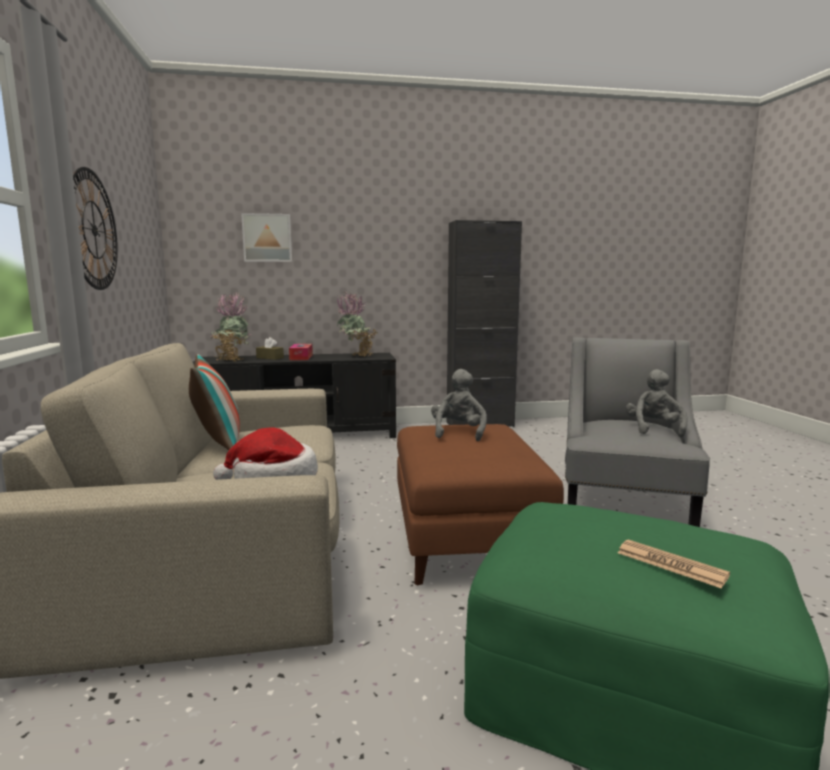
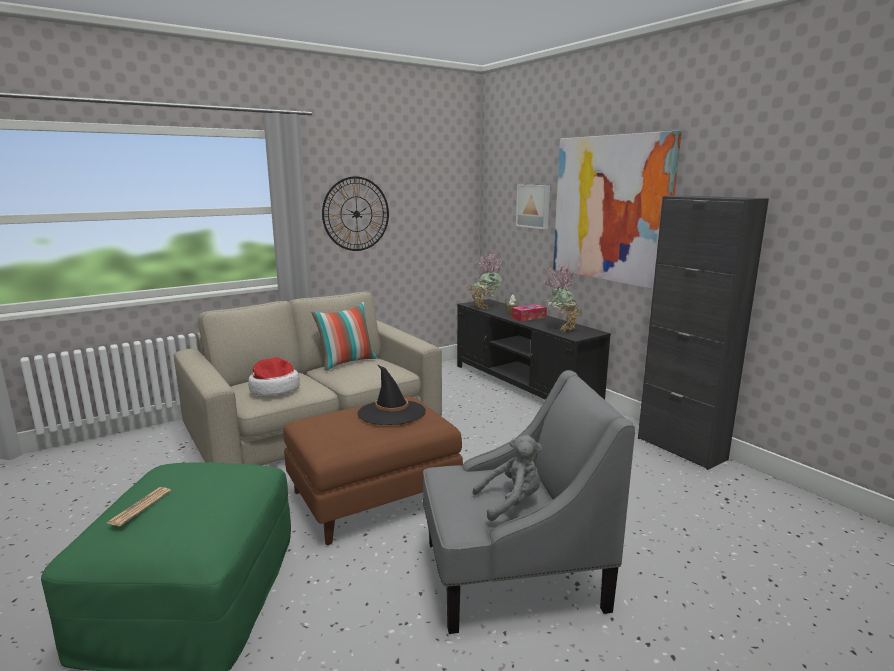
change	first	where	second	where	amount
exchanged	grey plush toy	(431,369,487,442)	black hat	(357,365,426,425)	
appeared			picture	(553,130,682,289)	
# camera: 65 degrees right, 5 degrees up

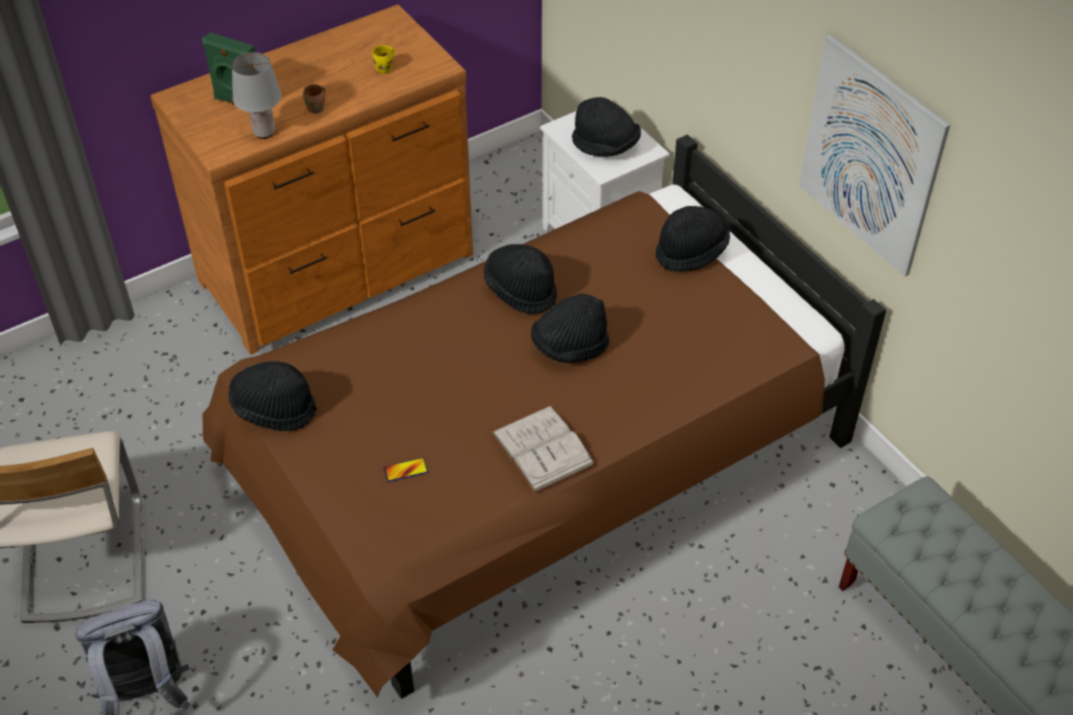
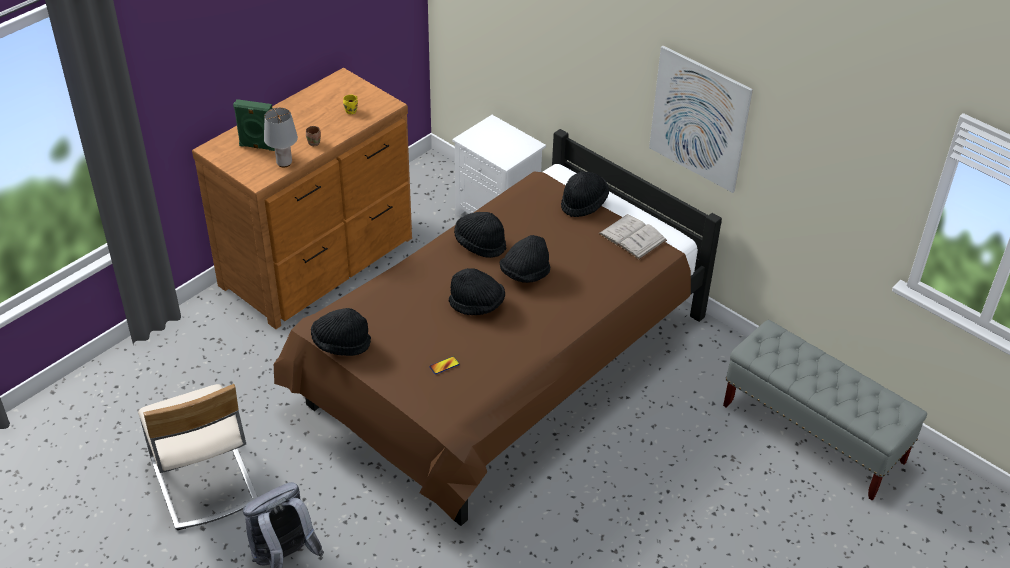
change	first	where	second	where	amount
relocated	black hat	(572,97,641,157)		(449,268,505,315)	
relocated	white book	(491,406,595,493)		(598,214,667,260)	
# camera: 15 degrees left, 5 degrees down

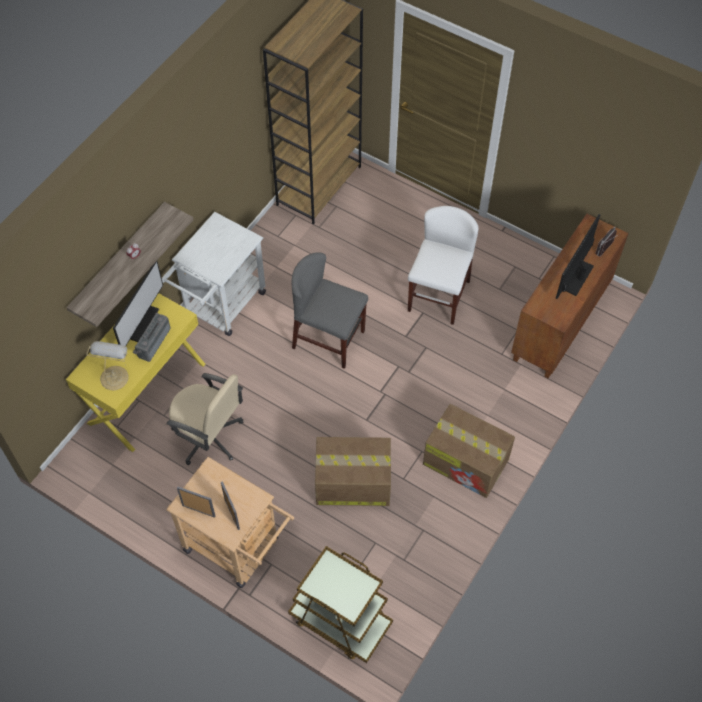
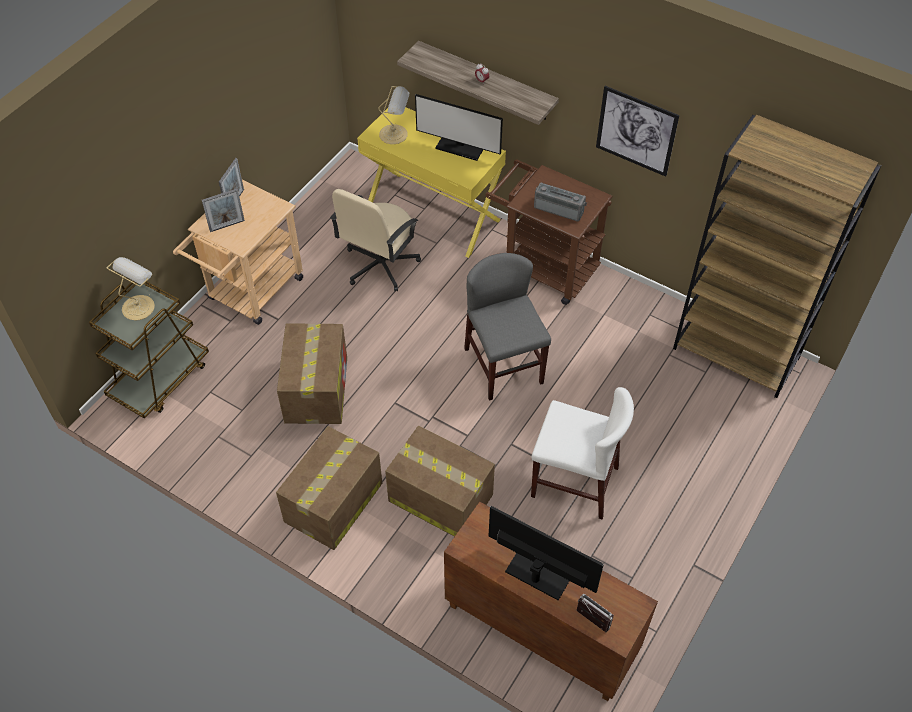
change	first	where	second	where	amount
appeared			table lamp	(107,257,155,321)	
appeared			cardboard box	(385,426,495,537)	
spun	grey chair	(292,252,368,369)		(464,253,551,401)	45 degrees counterclockwise
colour	white cart	(162,212,266,336)	brown cart	(485,159,613,305)	
relocated	radio	(133,313,171,362)		(534,182,587,221)	
appeared			picture	(596,86,679,177)	
# camera: 90 degrees right, 5 degrees down

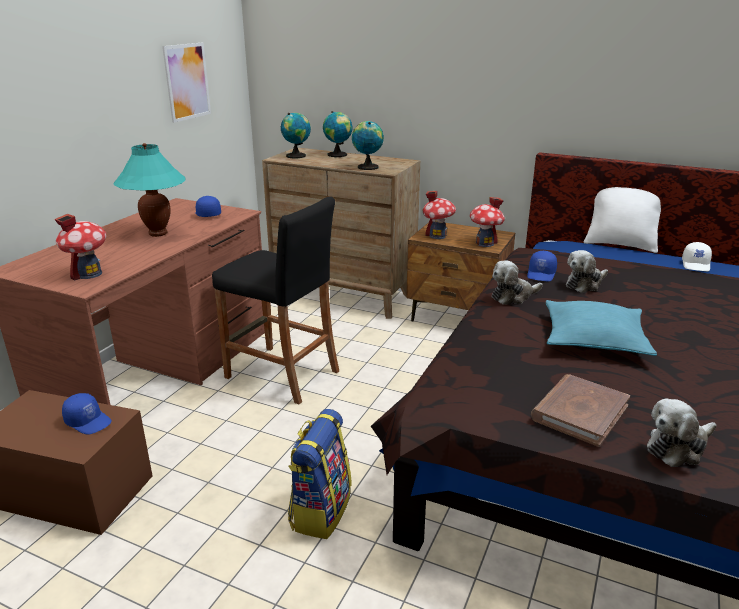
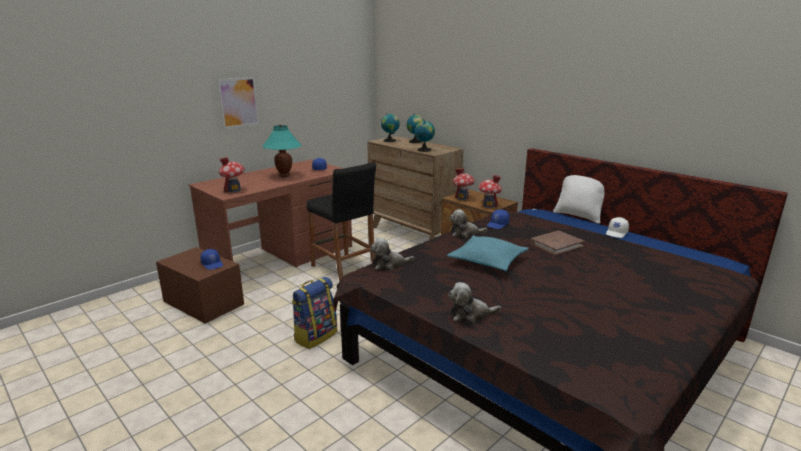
change	first	where	second	where	amount
relocated	picture	(162,43,211,123)		(217,77,259,129)	
relocated	plush toy	(566,250,608,293)		(370,238,414,270)	
relocated	brown book	(531,374,630,447)		(530,231,584,256)	
# camera: 20 degrees right, 5 degrees down

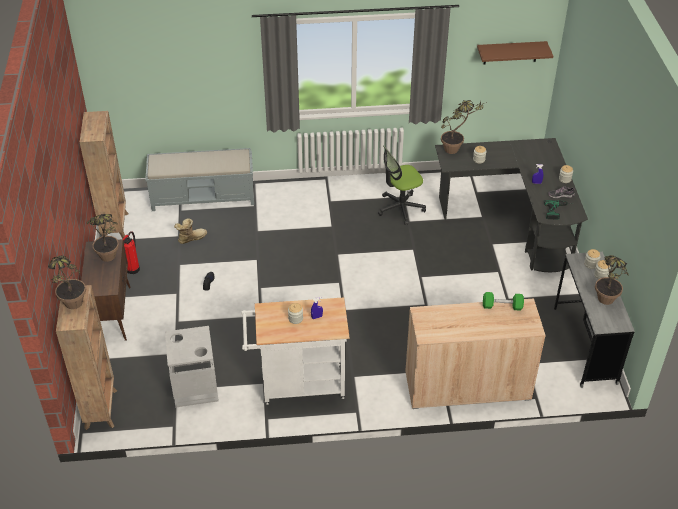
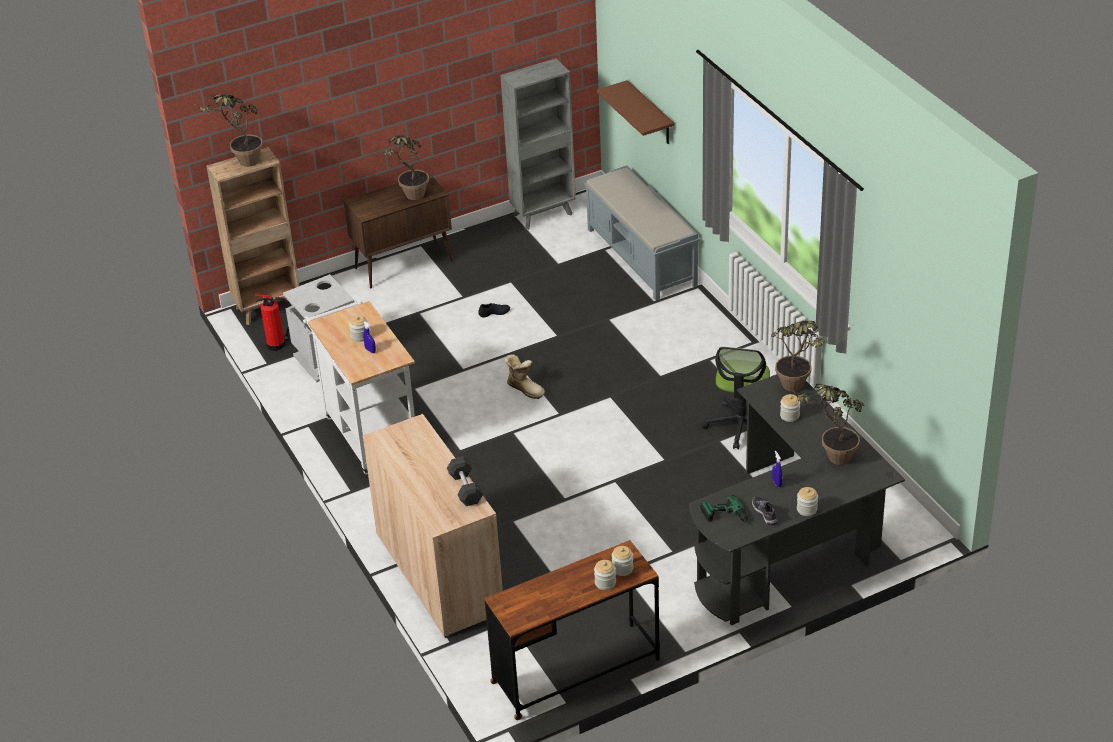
change	first	where	second	where	amount
relocated	fire extinguisher	(123,231,140,274)		(254,294,291,351)	
colour	green dumbbell	(483,292,524,311)	grey dumbbell	(447,457,483,506)	
colour	grey desk	(554,252,635,388)	brown desk	(484,540,660,720)	
colour	brown bookcase	(80,111,128,239)	grey bookcase	(500,58,576,230)	
relocated	boot	(174,218,207,244)		(504,355,545,399)	
relocated	brown shelf	(477,41,553,64)		(597,80,674,144)	
spun	office chair	(378,145,426,225)		(701,347,770,449)	120 degrees counterclockwise
relocated	potted plant	(595,255,629,305)		(792,384,864,465)	
# camera: 70 degrees right, 5 degrees down

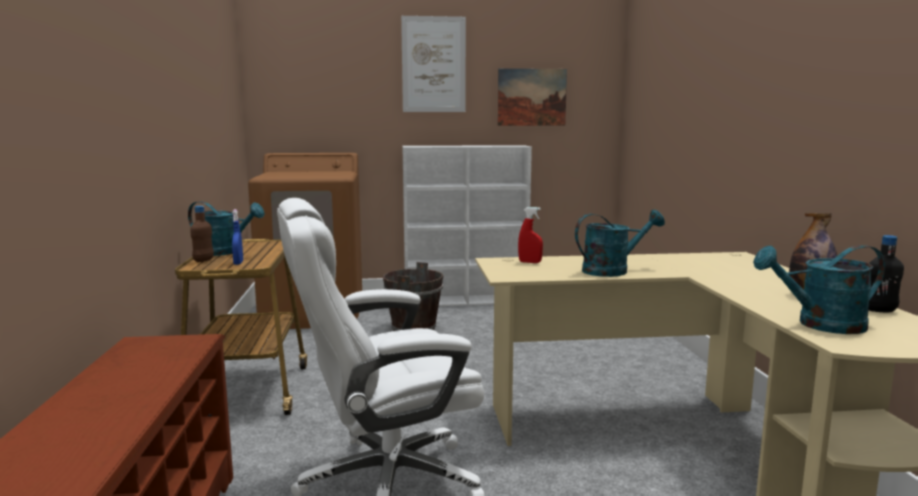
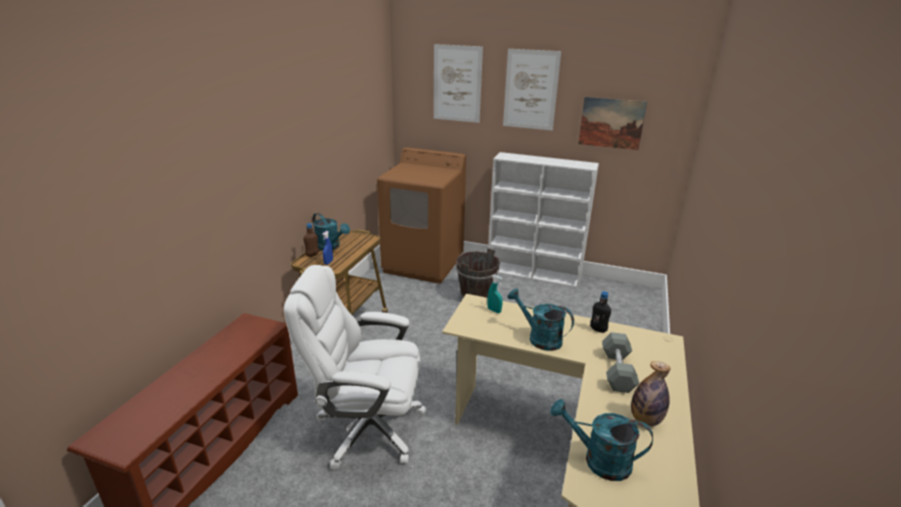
change	first	where	second	where	amount
appeared			picture	(434,44,483,123)	
colour	red spray bottle	(518,207,543,263)	turquoise spray bottle	(487,275,503,313)	
spun	turquoise watering can	(575,210,665,277)		(508,288,574,351)	150 degrees counterclockwise
relocated	black bottle	(868,235,904,312)		(590,291,611,333)	
appeared			grey dumbbell	(602,332,639,393)	
# camera: 25 degrees right, 15 degrees up

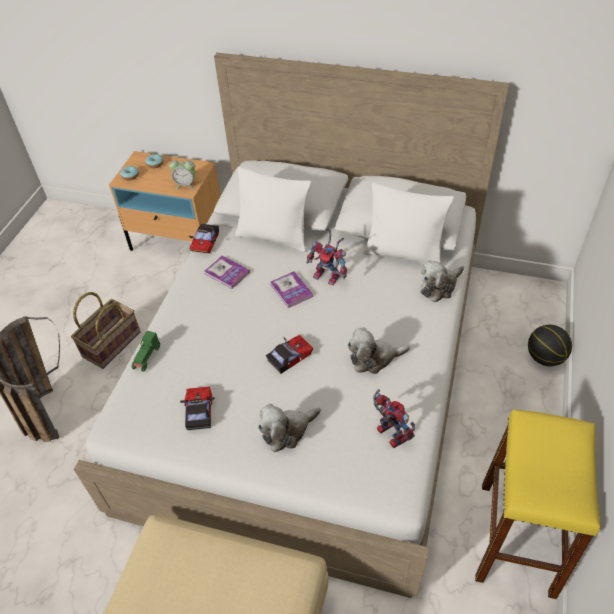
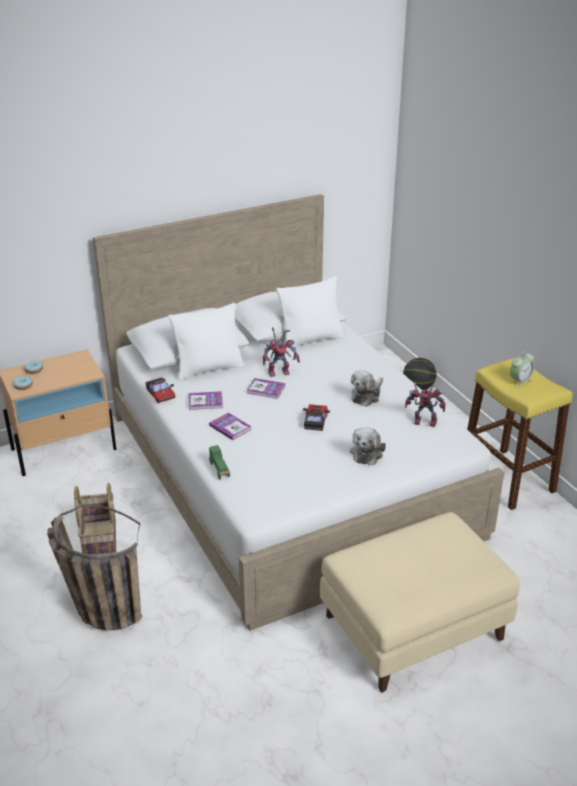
change	first	where	second	where	amount
appeared			book	(209,412,252,440)	
relocated	alarm clock	(169,157,196,189)		(510,351,534,388)	
missing	toy car	(180,386,214,430)			
missing	plush toy	(421,261,464,302)			
# camera: 45 degrees left, 15 degrees down

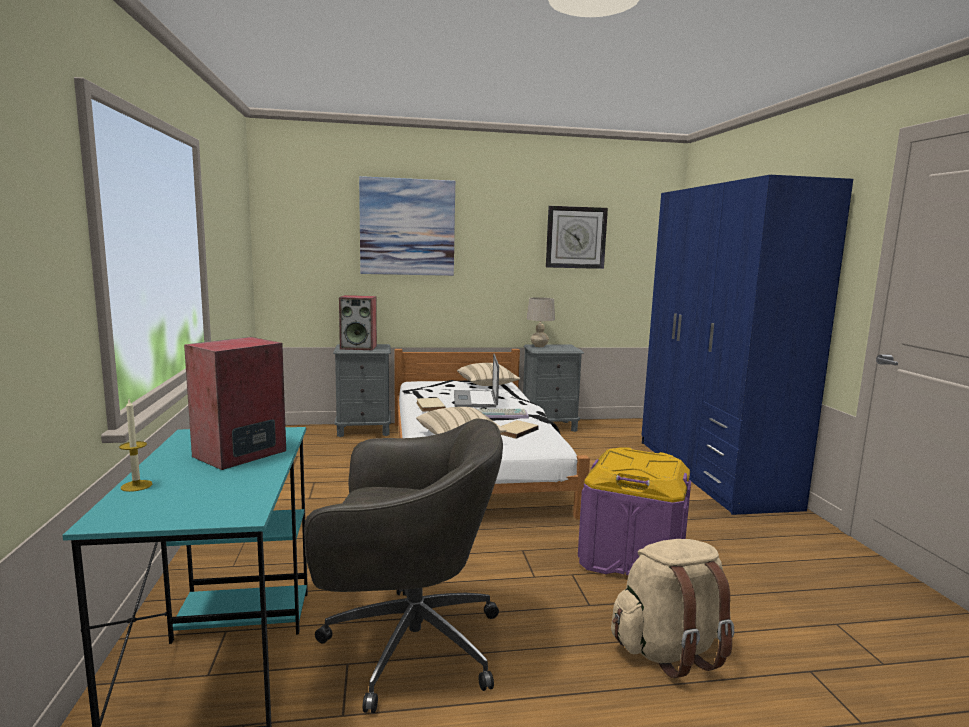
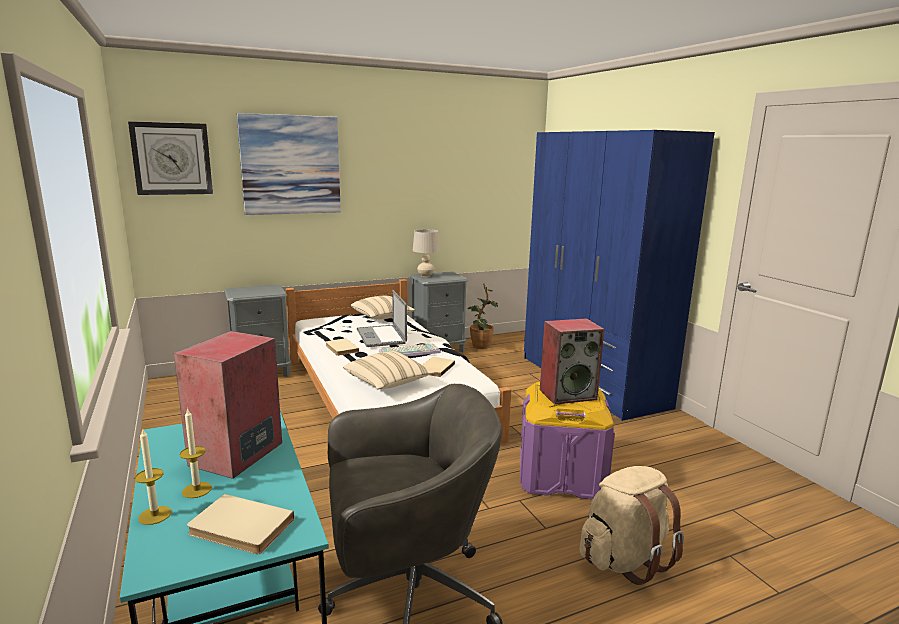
change	first	where	second	where	amount
relocated	wall clock	(546,206,608,269)		(128,121,213,195)	
appeared			candle	(179,408,212,498)	
appeared			beige book	(187,494,294,554)	
appeared			potted plant	(468,283,498,349)	
relocated	speaker	(339,295,377,350)		(540,318,604,405)	
# camera: 15 degrees left, 5 degrees up

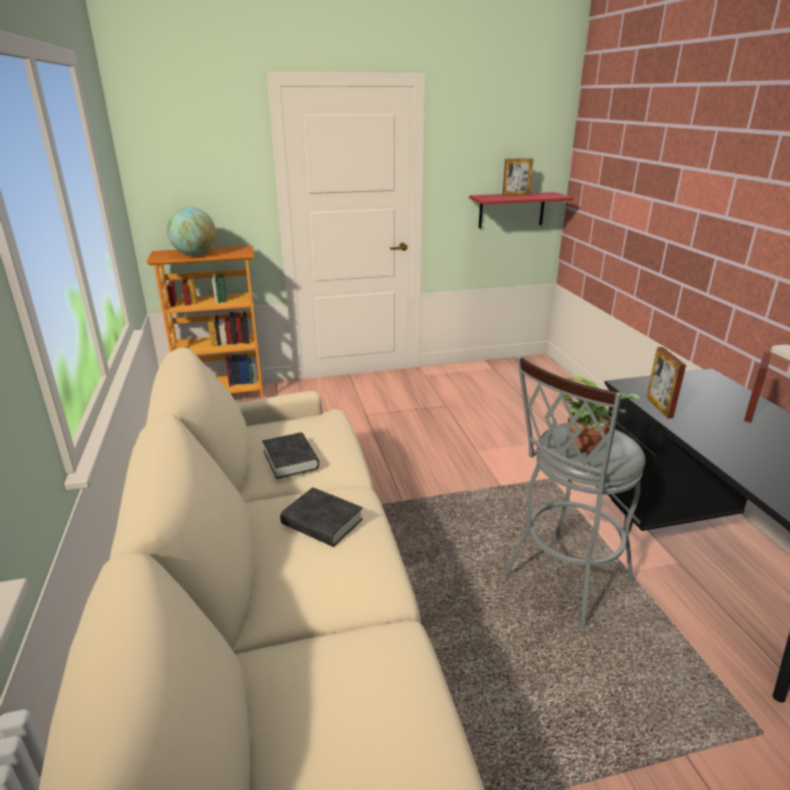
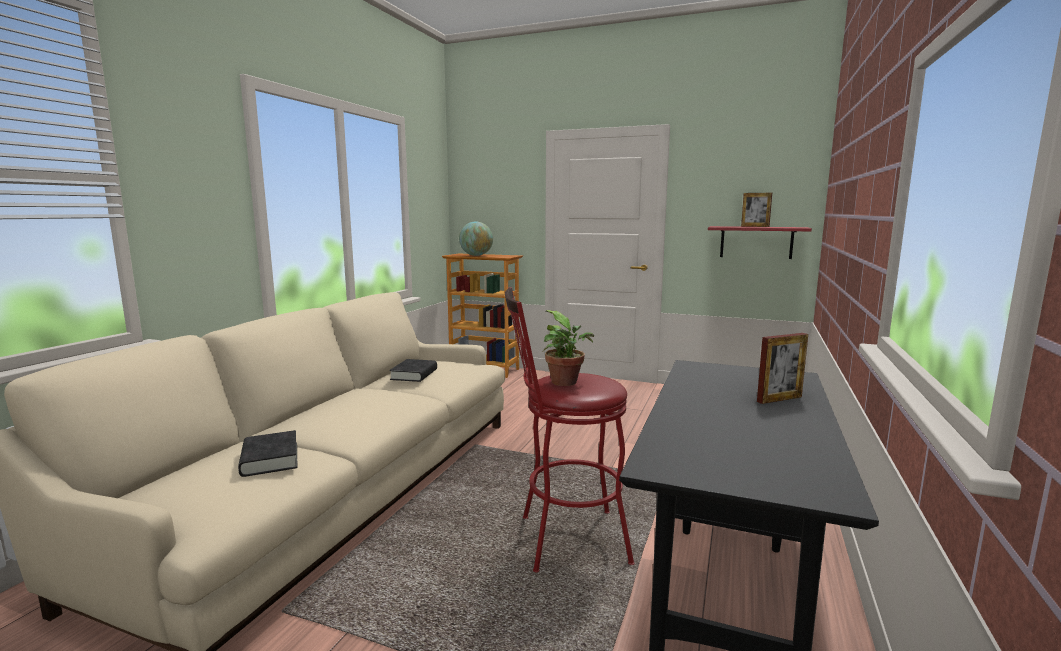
change	first	where	second	where	amount
relocated	black book	(280,487,363,547)		(238,430,297,477)	
colour	grey stool	(503,356,646,632)	red stool	(505,287,635,573)	
missing	picture frame	(646,347,686,418)			
# camera: 35 degrees right, 15 degrees down

